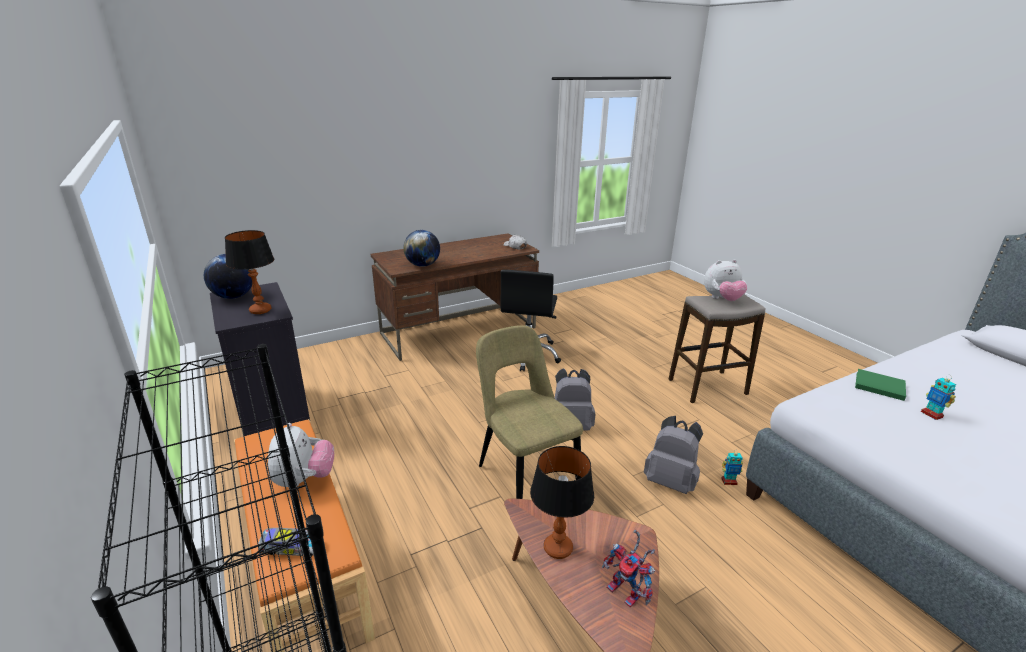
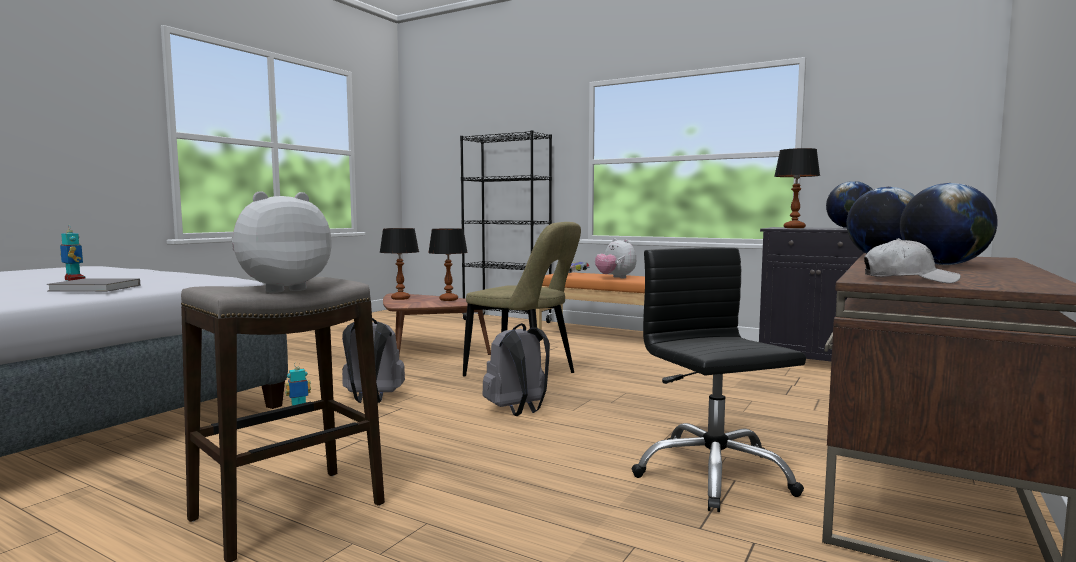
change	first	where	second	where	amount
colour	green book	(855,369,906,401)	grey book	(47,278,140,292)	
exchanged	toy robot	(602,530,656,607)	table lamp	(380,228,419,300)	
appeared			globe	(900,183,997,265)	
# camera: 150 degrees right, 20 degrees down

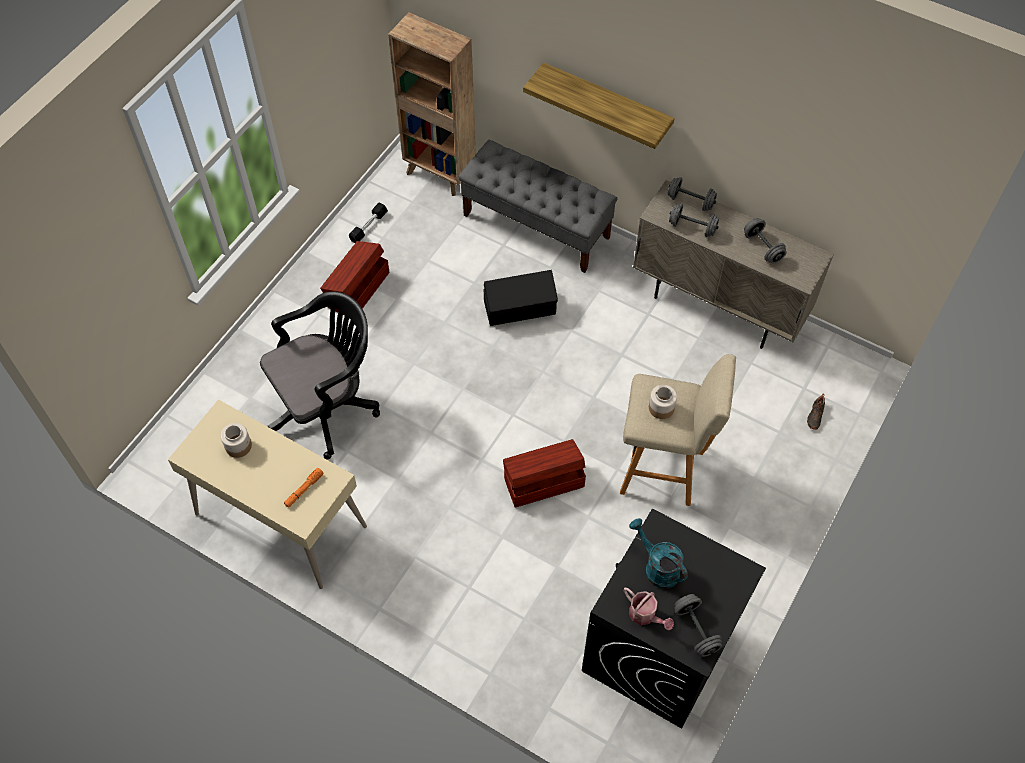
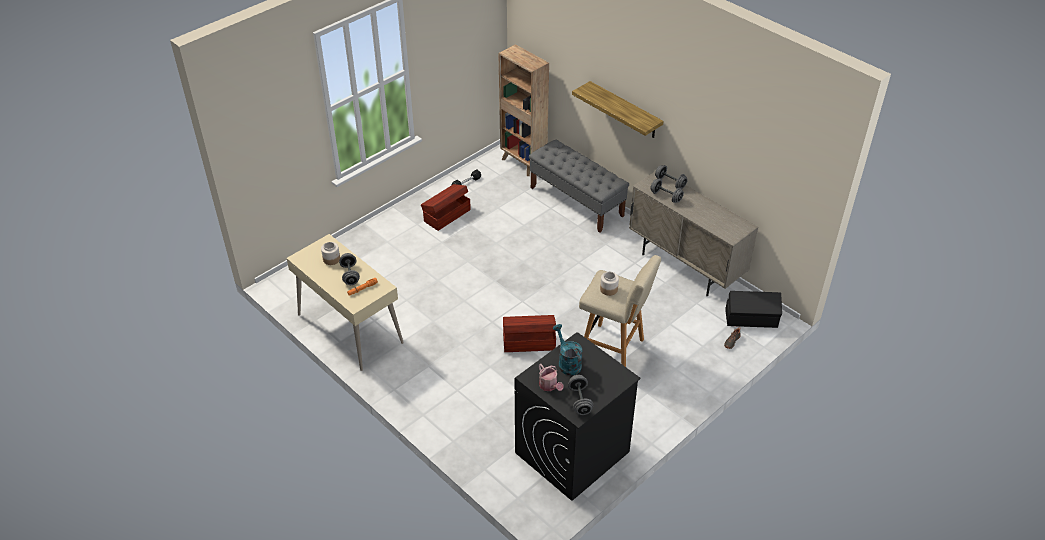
change	first	where	second	where	amount
relocated	grey dumbbell	(744,218,787,264)		(339,253,360,285)	
relocated	black storage box	(483,270,558,326)		(725,291,782,328)	
missing	black office chair	(260,292,380,460)			
# camera: 15 degrees right, 15 degrees down

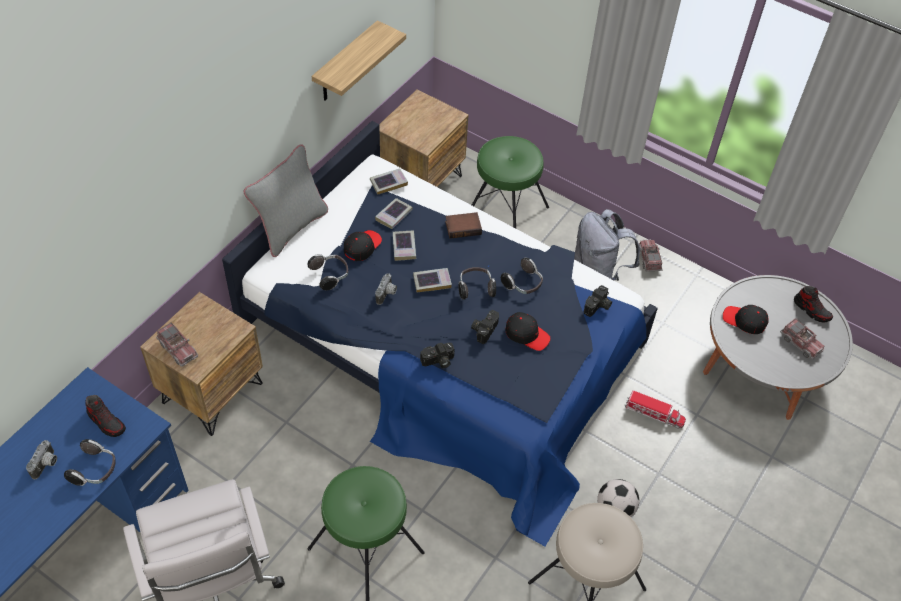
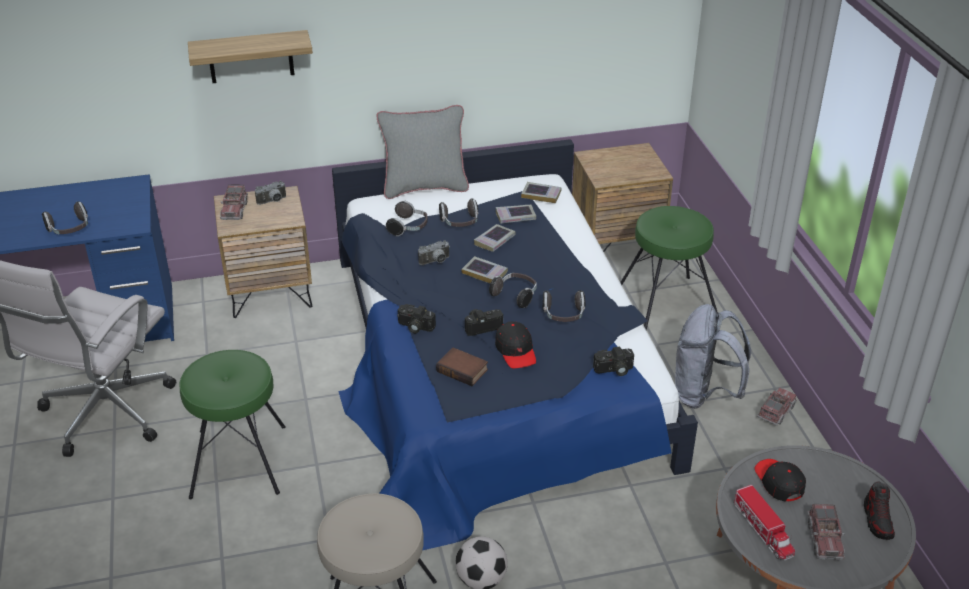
change	first	where	second	where	amount
relocated	shelf	(312,20,406,100)		(188,30,313,83)	
relocated	photo camera	(26,440,57,479)		(255,181,286,205)	
relocated	book	(445,212,482,239)		(436,348,488,386)	
exchanged	black cap	(344,230,382,261)	headphones	(439,199,479,227)	
relocated	toy truck	(625,390,686,428)		(733,485,795,560)	
missing	shoe	(85,395,126,437)			
# camera: 45 degrees right, 15 degrees down

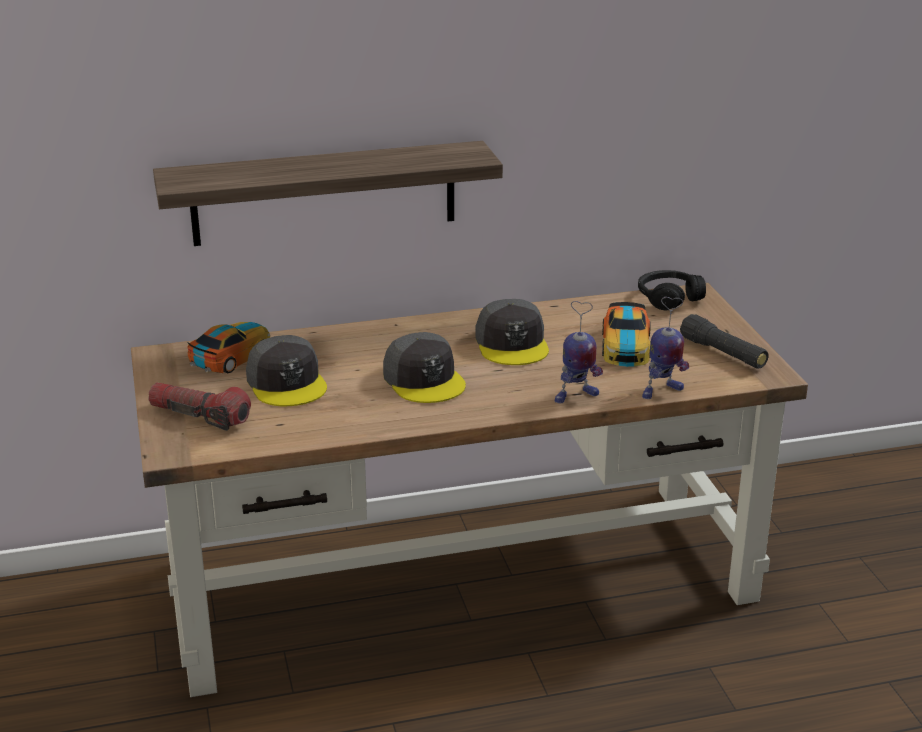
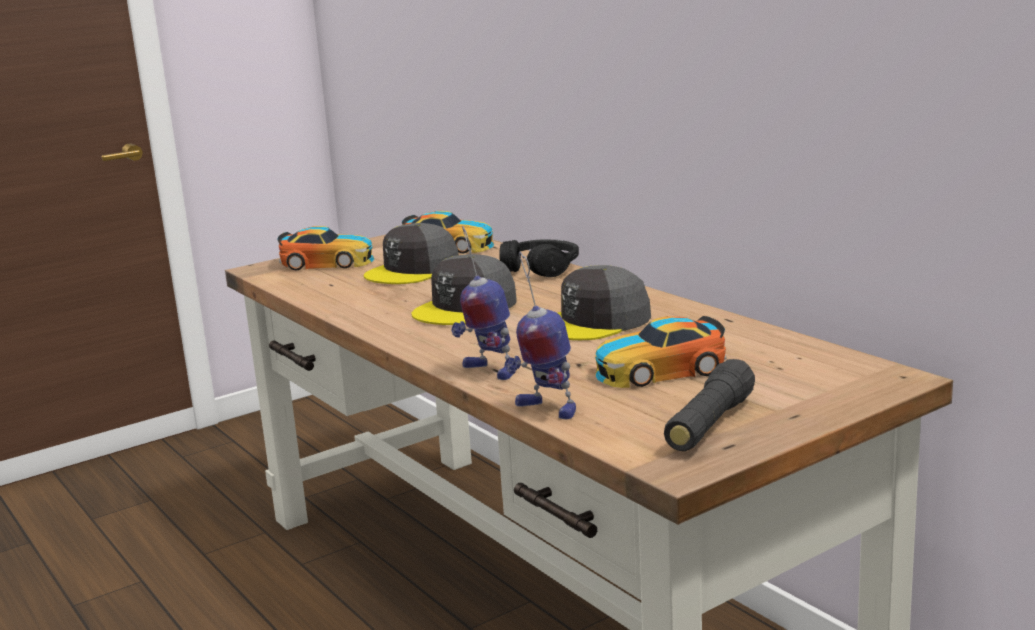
change	first	where	second	where	amount
exchanged	flashlight	(148,382,251,431)	toy car	(277,226,374,271)	
relocated	black headphones	(638,270,706,310)		(499,239,579,277)	
missing	shelf	(153,141,503,246)			
# camera: 70 degrees right, 10 degrees down

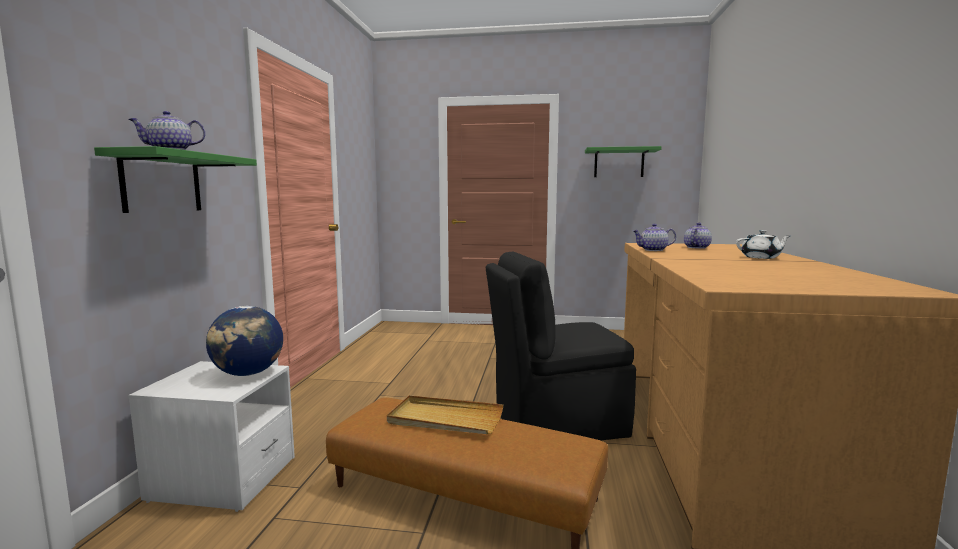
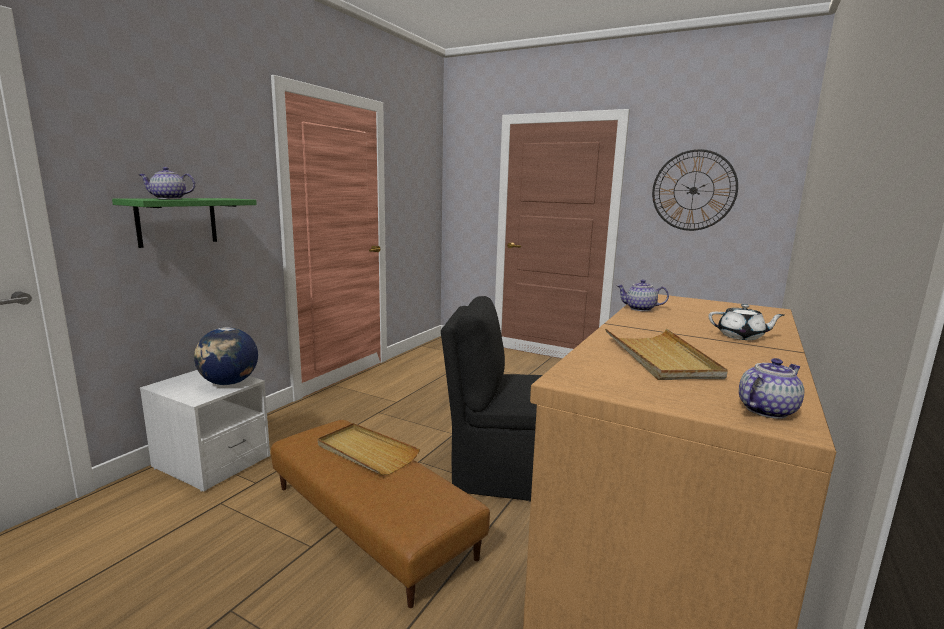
change	first	where	second	where	amount
appeared			beige tray	(605,329,728,380)	
exchanged	green shelf	(585,146,662,177)	wall clock	(652,149,738,231)	
relocated	teapot	(684,222,712,249)		(739,358,804,419)	
# camera: 20 degrees right, 5 degrees up

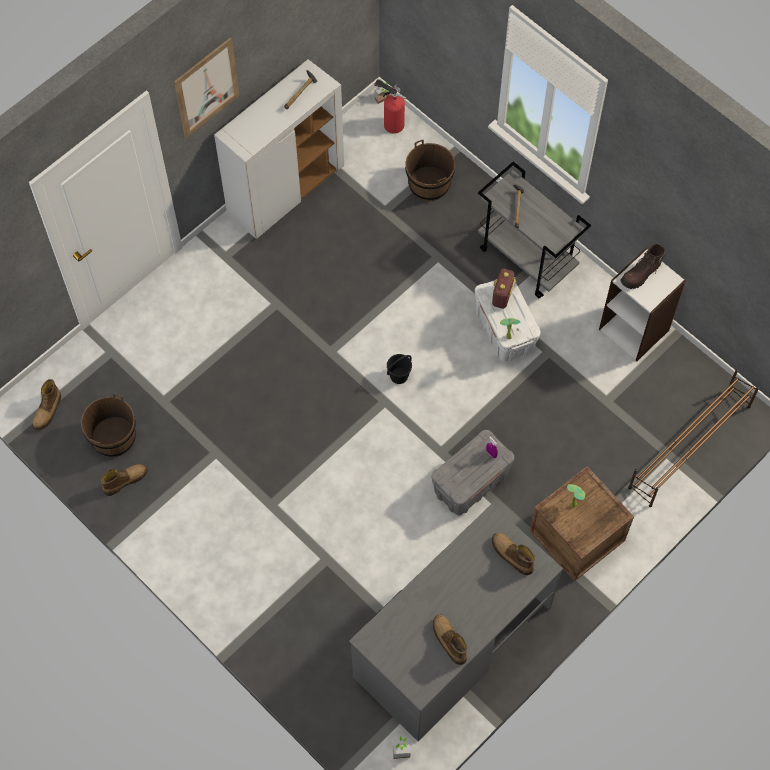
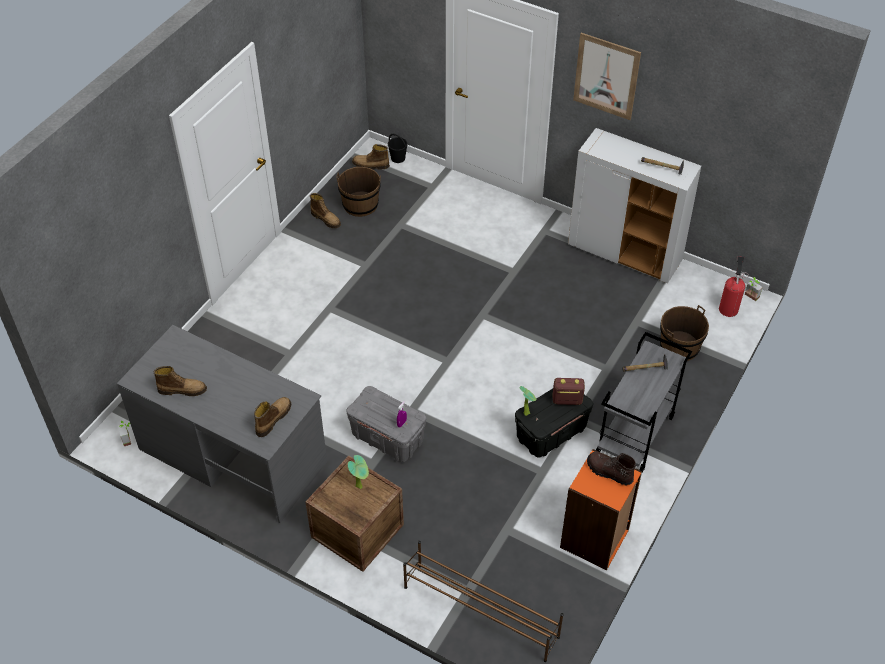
change	first	where	second	where	amount
spun	boot	(433,614,467,665)		(154,366,207,396)	45 degrees clockwise
relocated	black bucket	(387,354,412,384)		(388,134,408,163)	
colour	white storage box	(475,279,541,362)	black storage box	(515,389,593,458)	
colour	white bookcase	(599,248,686,361)	orange bookcase	(560,449,642,570)	
# camera: 75 degrees right, 15 degrees down

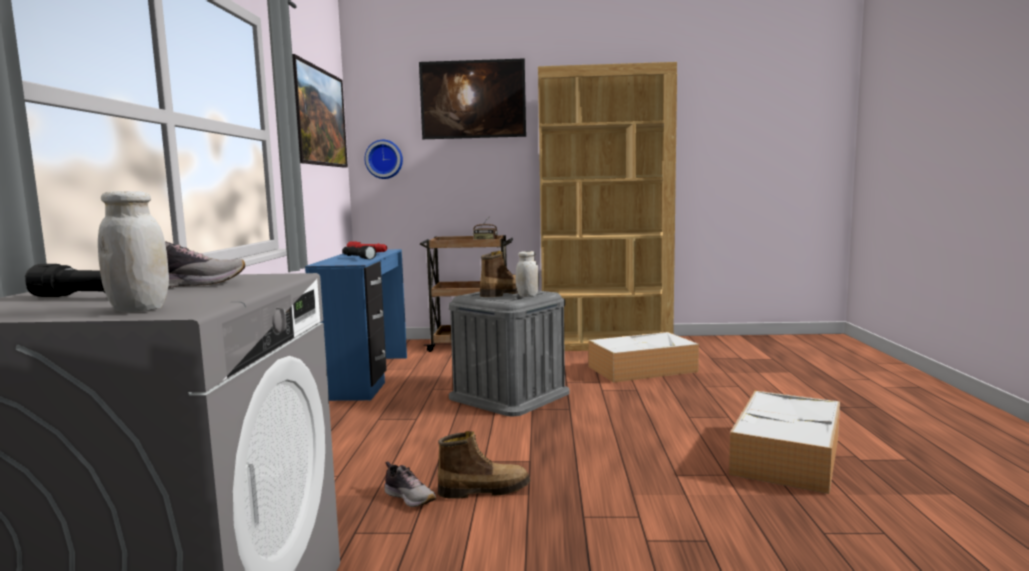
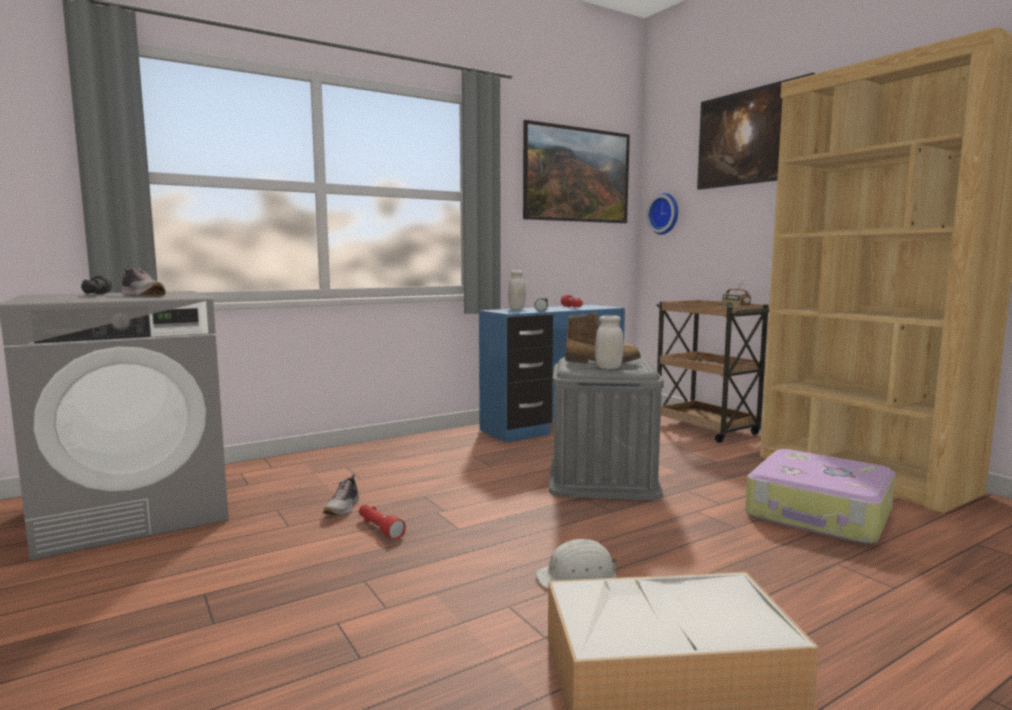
change	first	where	second	where	amount
exchanged	boot	(438,431,530,499)	red flashlight	(359,505,406,540)	
relocated	white jar	(98,191,169,312)		(508,270,526,310)	
appeared			white hard hat	(535,539,618,589)	
exchanged	storage box	(588,332,699,383)	suitcase	(745,449,895,544)	
# camera: 55 degrees right, 0 degrees up

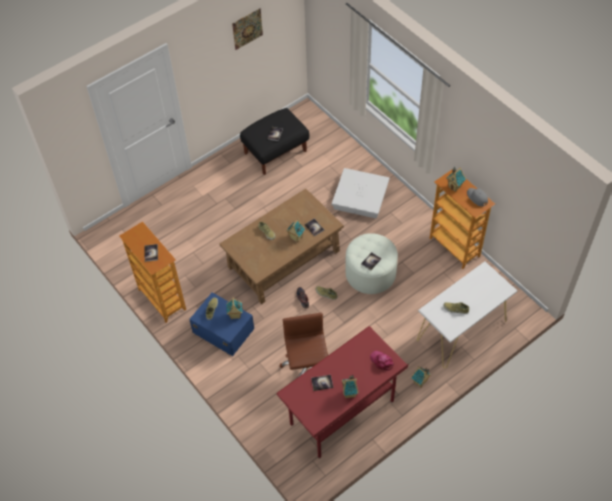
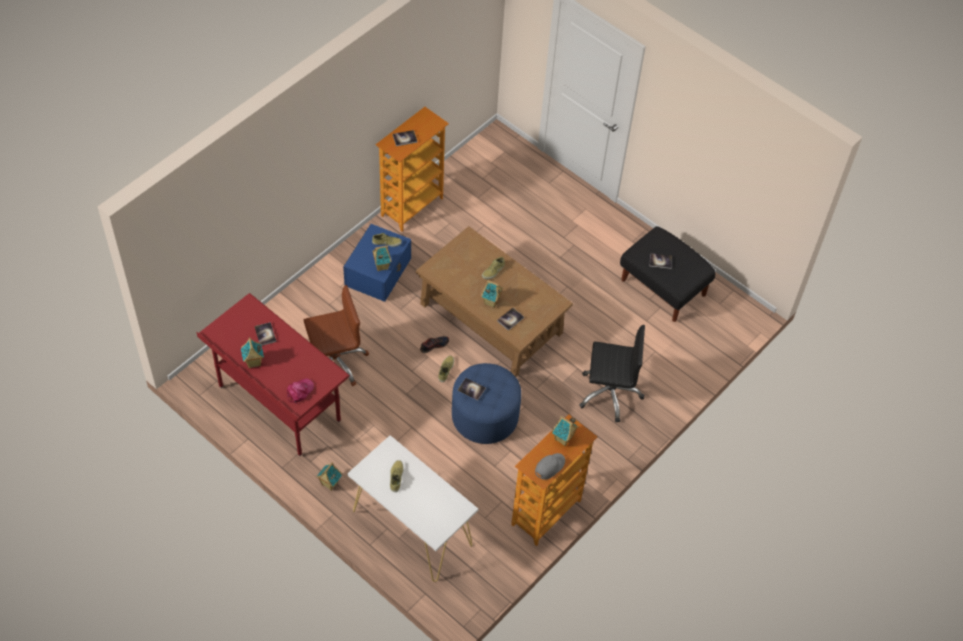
change	first	where	second	where	amount
colour	white ottoman	(345,233,398,294)	blue ottoman	(452,363,521,444)	
exchanged	white storage box	(332,168,389,219)	black office chair	(579,325,645,423)	
missing	picture	(232,8,263,50)			
# camera: 75 degrees right, 0 degrees up

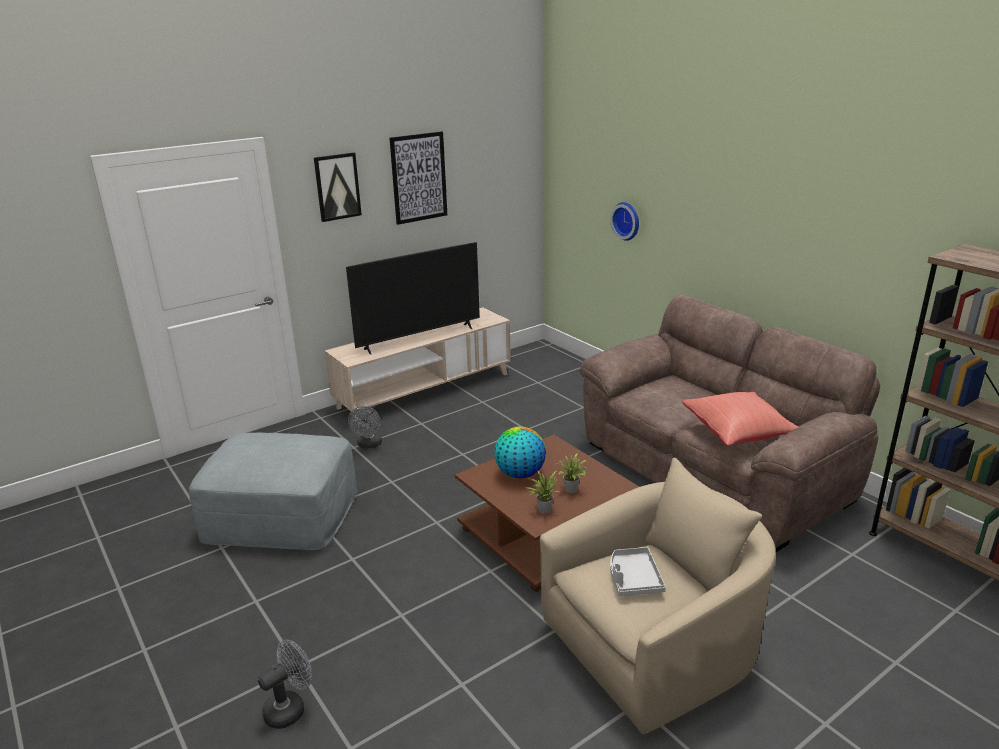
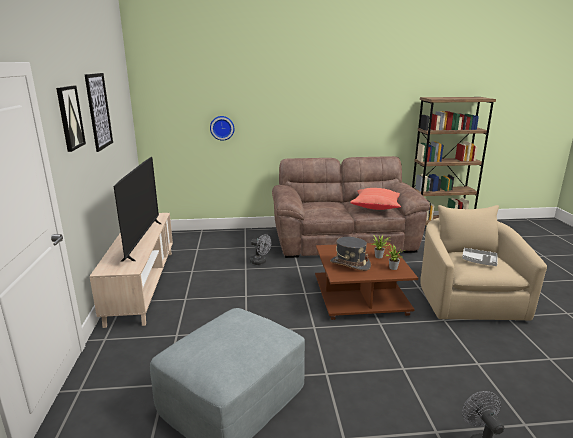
change	first	where	second	where	amount
relocated	grey fan	(348,406,382,448)		(250,234,272,265)	
exchanged	globe	(494,426,546,478)	grey hat	(330,237,371,271)	
# camera: 60 degrees left, 5 degrees down

